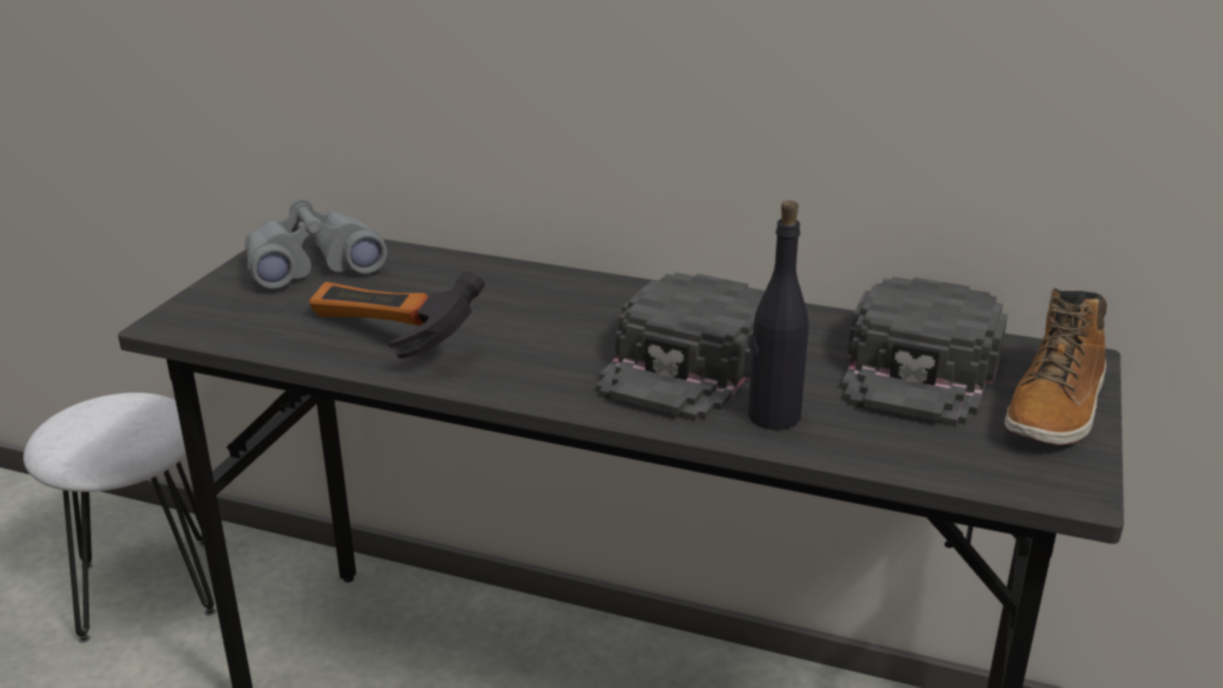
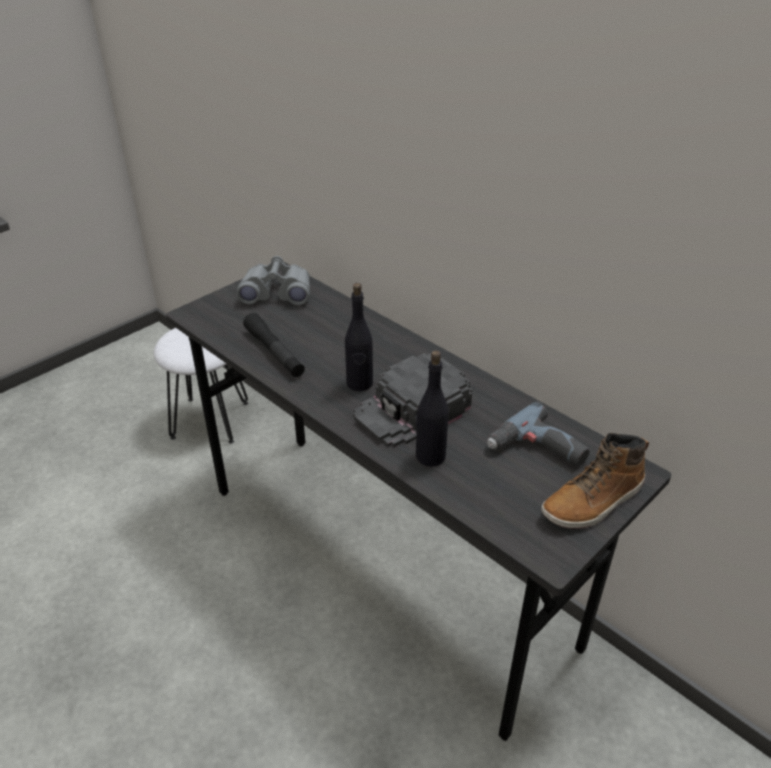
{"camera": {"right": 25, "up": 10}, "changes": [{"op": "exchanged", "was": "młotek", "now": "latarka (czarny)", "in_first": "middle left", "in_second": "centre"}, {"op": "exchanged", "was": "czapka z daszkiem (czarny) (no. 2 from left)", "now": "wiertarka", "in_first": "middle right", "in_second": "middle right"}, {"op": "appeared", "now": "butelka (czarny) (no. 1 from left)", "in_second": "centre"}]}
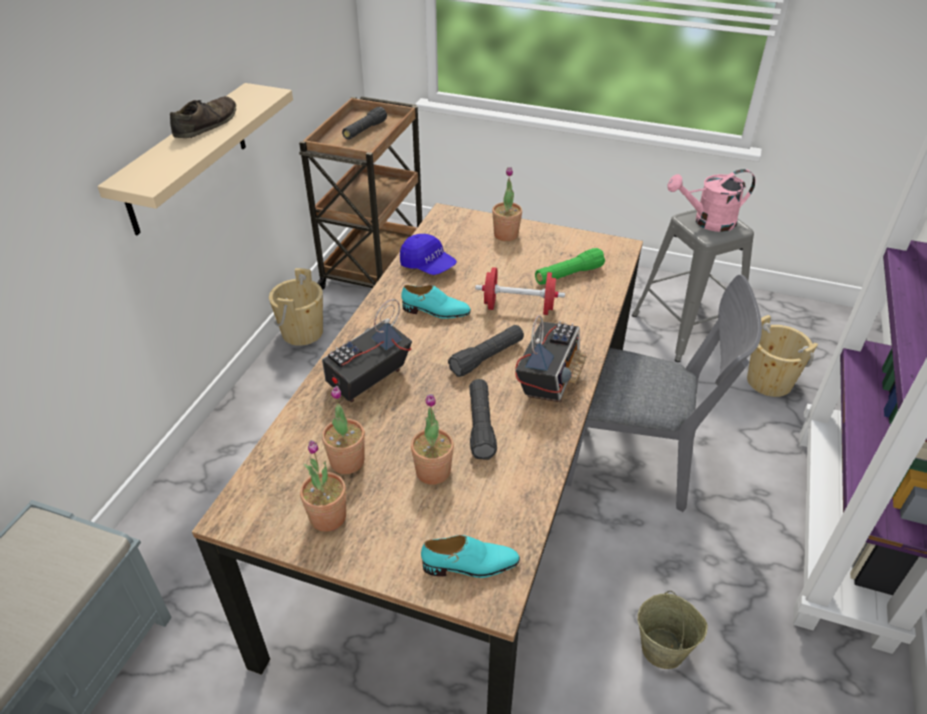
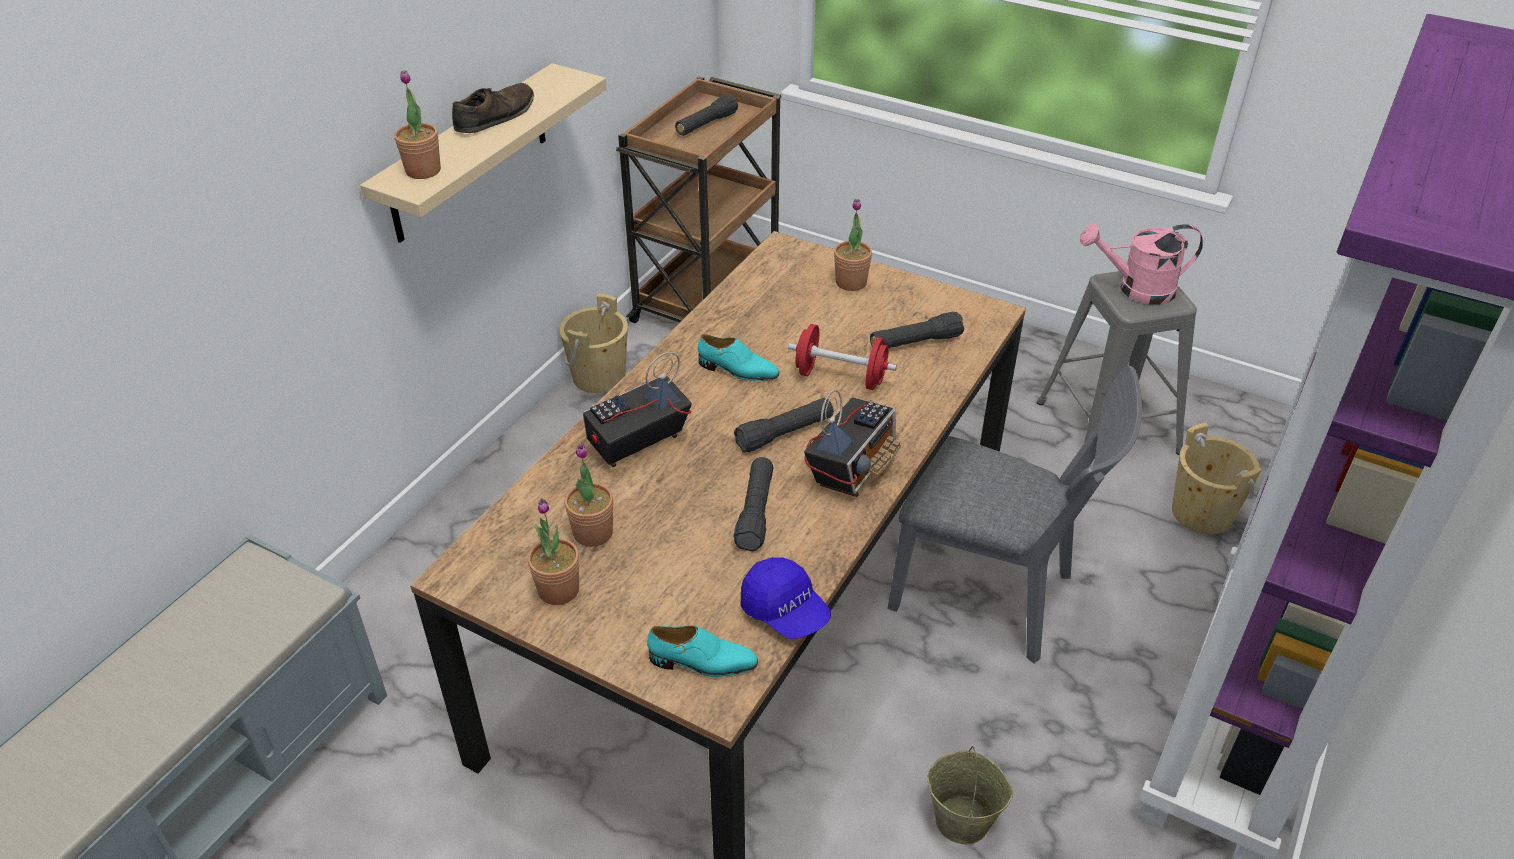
{"camera": {"right": 10, "up": 0}, "changes": [{"op": "relocated", "was": "czapka z daszkiem (niebieski)", "in_first": "centre", "in_second": "bottom centre"}, {"op": "colour", "was": "latarka (zielony)", "now": "latarka (czarny) (no. 4 from left)", "in_first": "centre", "in_second": "centre"}, {"op": "relocated", "was": "roślina doniczkowa (no. 3 from left in the first image)", "now": "roślina doniczkowa (no. 1 from left)", "in_first": "centre", "in_second": "top left"}]}
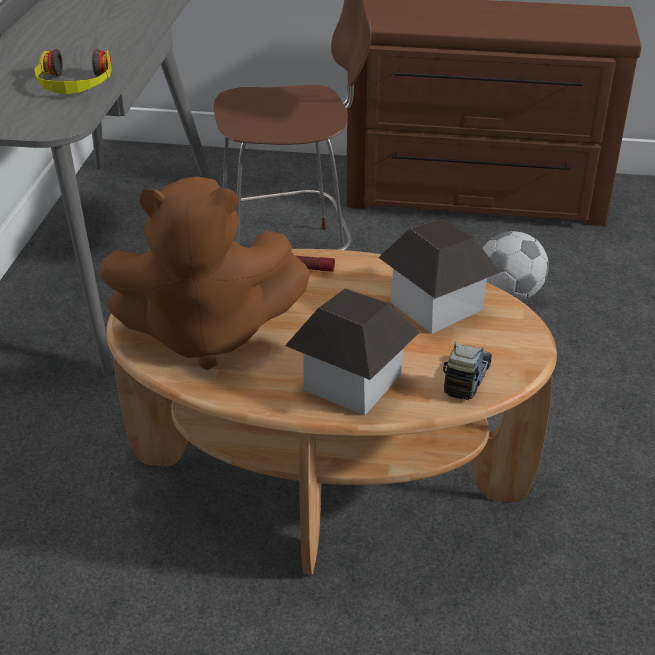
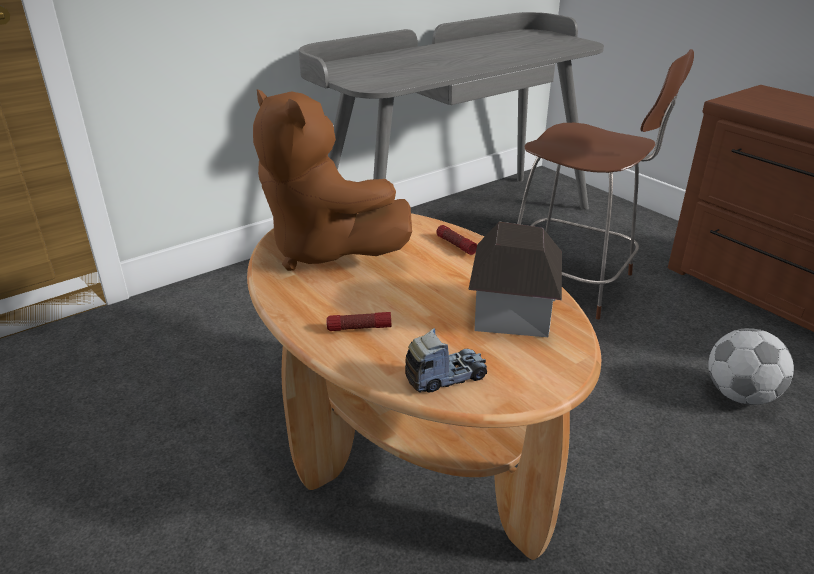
{"camera": {"right": 45, "up": -5}, "changes": [{"op": "missing", "was": "słuchawki", "in_first": "top left"}, {"op": "exchanged", "was": "domek (no. 1 from left)", "now": "latarka (no. 1 from left)", "in_first": "centre", "in_second": "centre"}]}
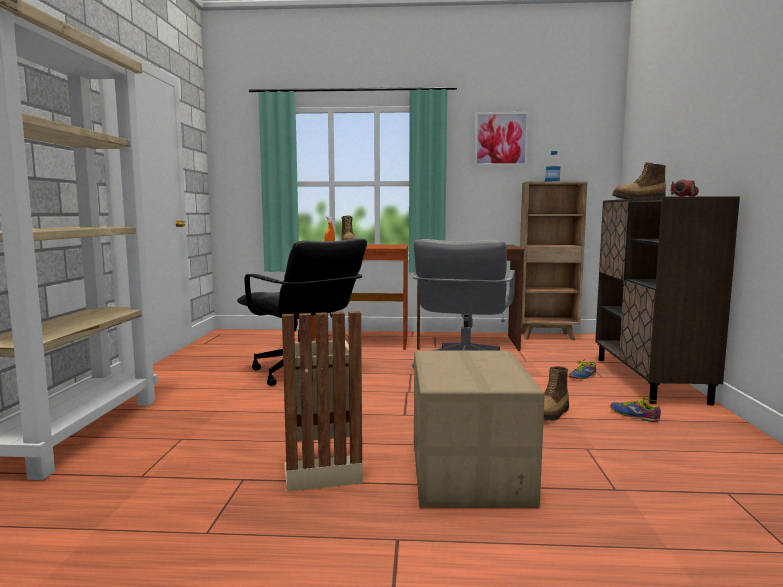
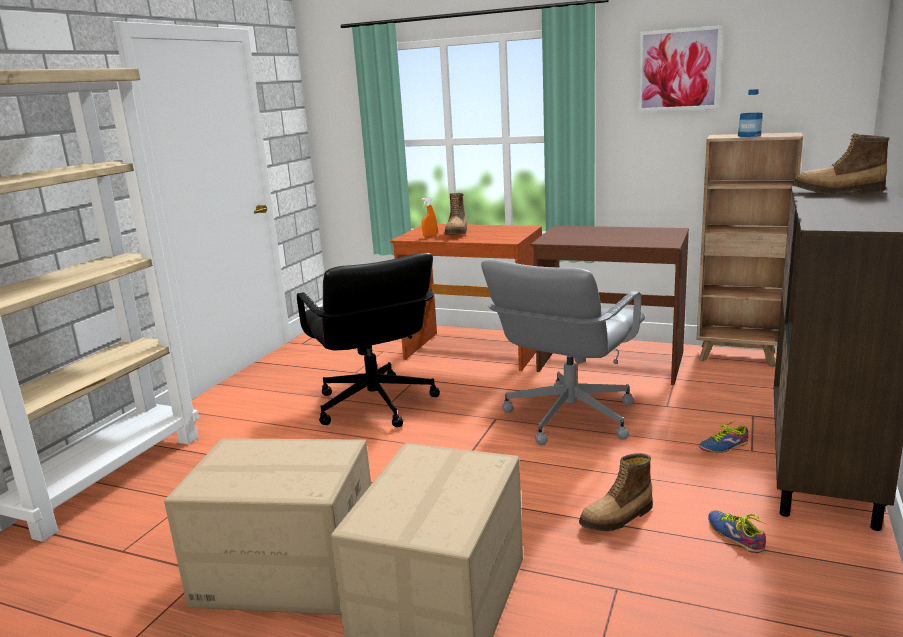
{"camera": {"right": 20, "up": 10}, "changes": [{"op": "missing", "was": "latarka", "in_first": "top right"}, {"op": "exchanged", "was": "kosz na śmieci (beżowy)", "now": "karton (no. 1 from left)", "in_first": "bottom centre", "in_second": "bottom left"}]}
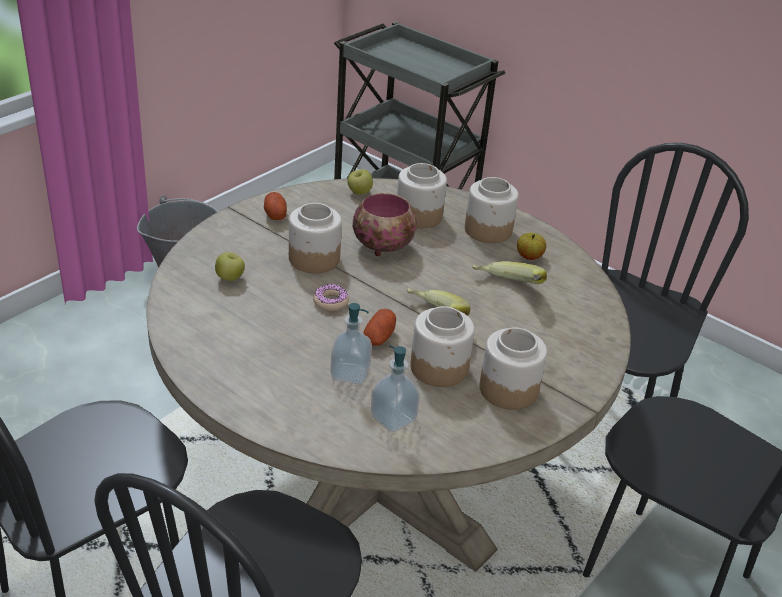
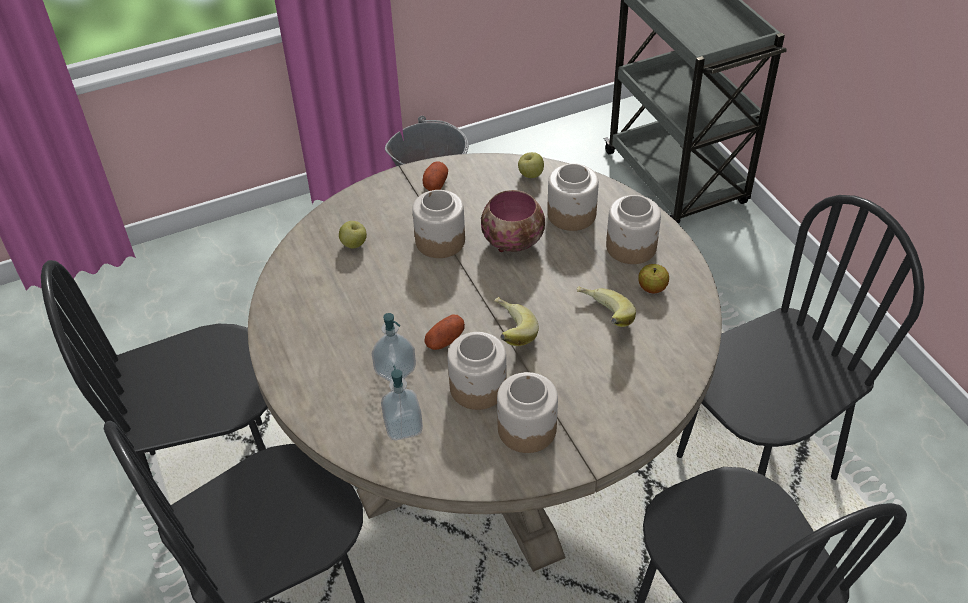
{"camera": {"right": 30, "up": 10}, "changes": [{"op": "missing", "was": "donut", "in_first": "centre"}]}
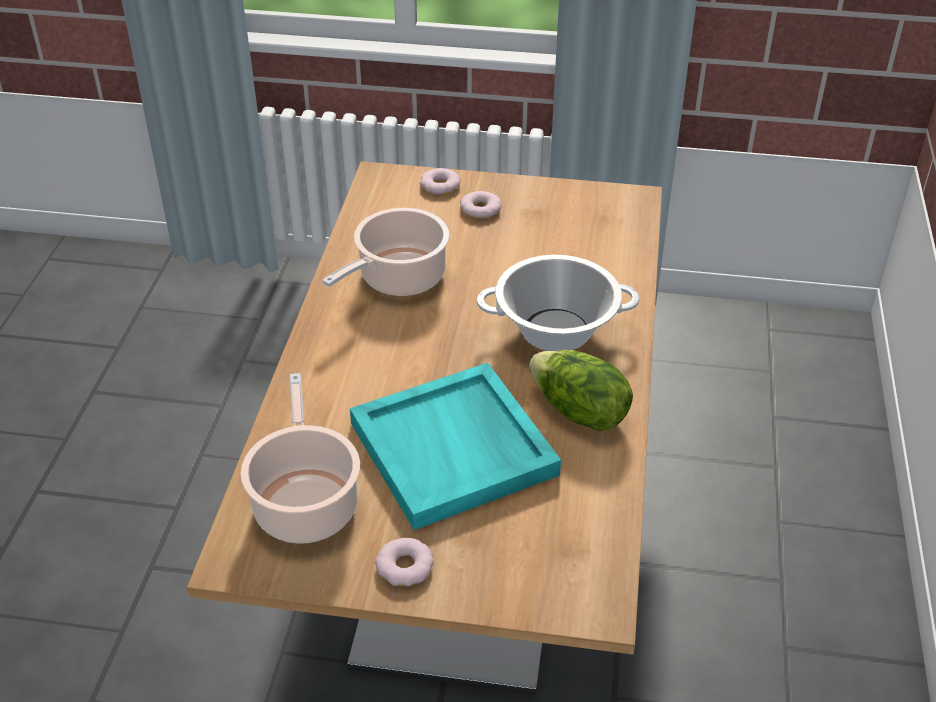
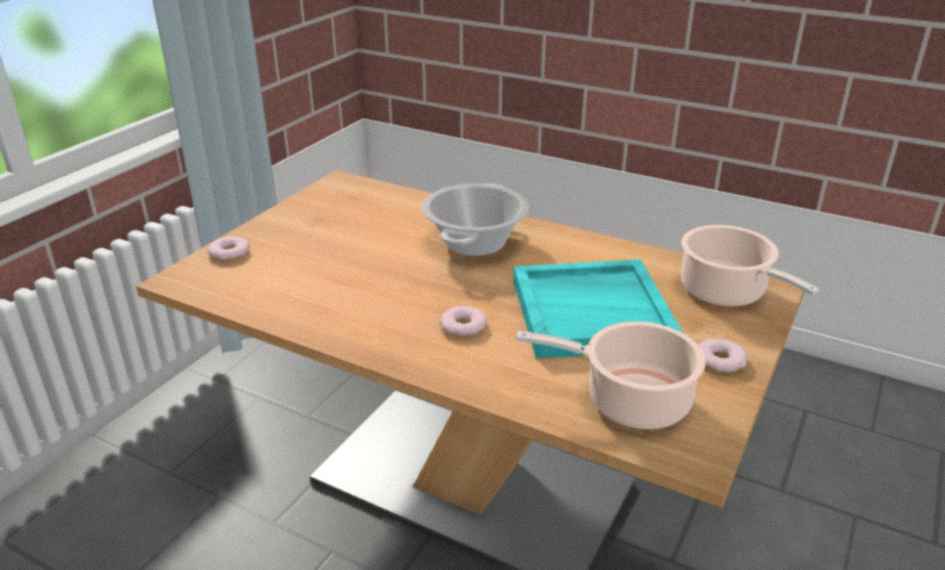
{"camera": {"right": -70, "up": -10}, "changes": [{"op": "relocated", "was": "donut (no. 3 from left in the first image)", "now": "donut (no. 2 from left)", "in_first": "top centre", "in_second": "centre"}, {"op": "relocated", "was": "garnek (no. 2 from left in the first image)", "now": "garnek (no. 3 from left)", "in_first": "centre", "in_second": "middle right"}, {"op": "missing", "was": "sałata", "in_first": "centre"}]}
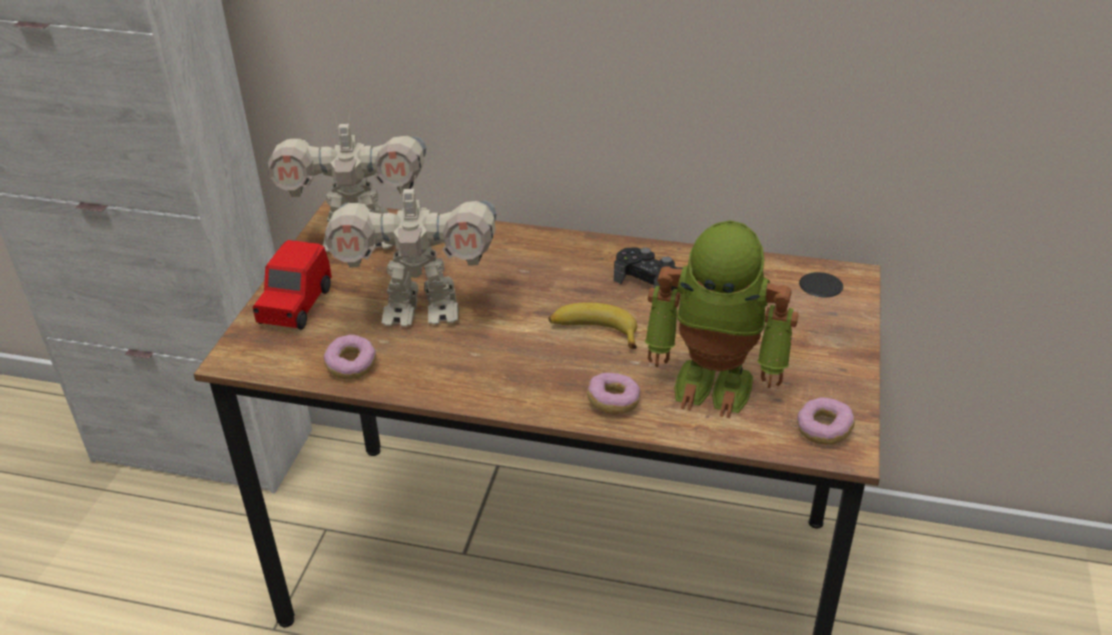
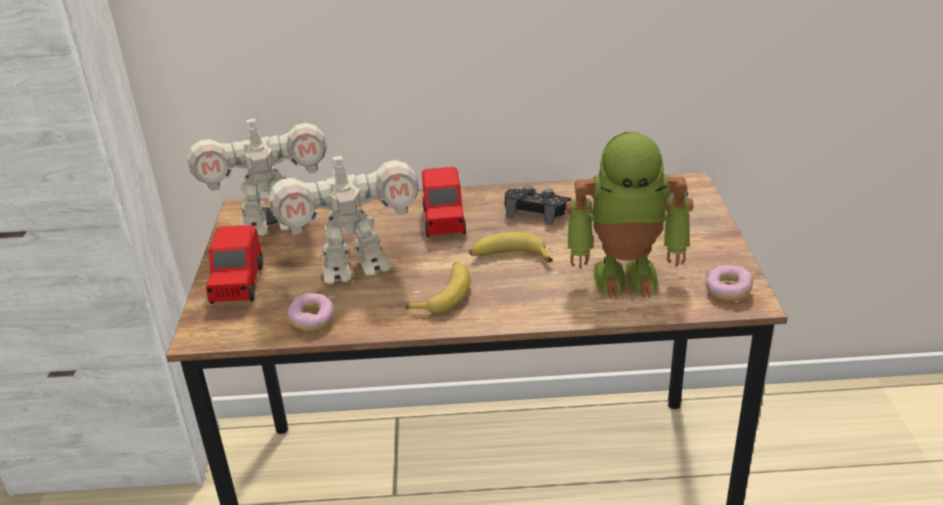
{"camera": {"right": -15, "up": -5}, "changes": [{"op": "missing", "was": "donut (no. 2 from left)", "in_first": "centre"}, {"op": "appeared", "now": "samochodzik (czerwony) (no. 2 from left)", "in_second": "centre"}, {"op": "appeared", "now": "banan (no. 1 from left)", "in_second": "centre"}]}
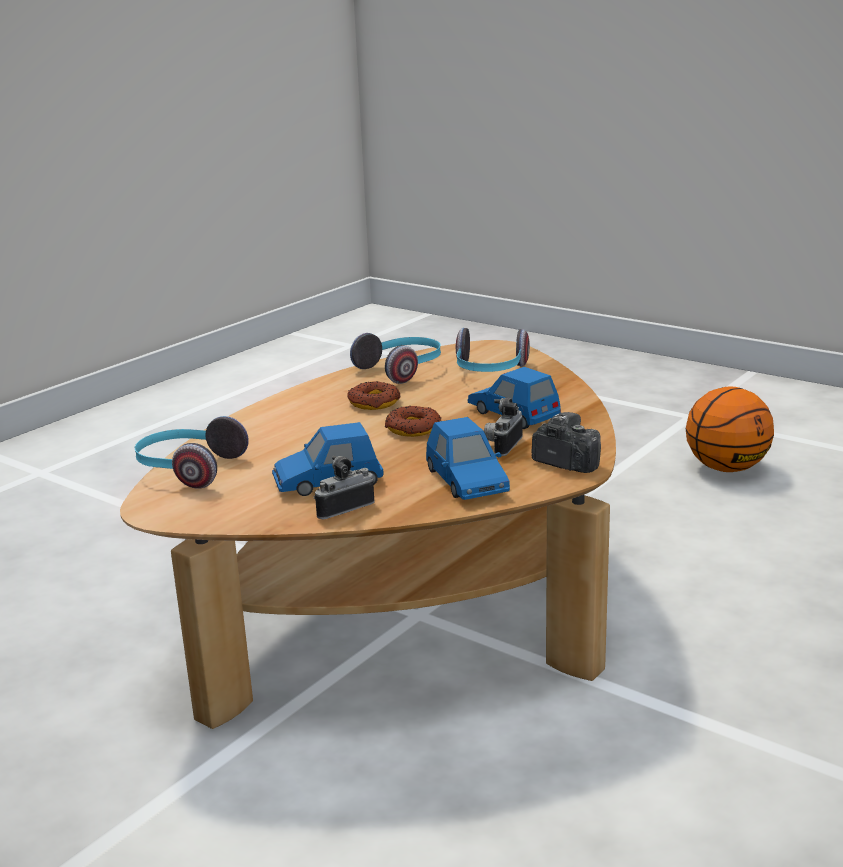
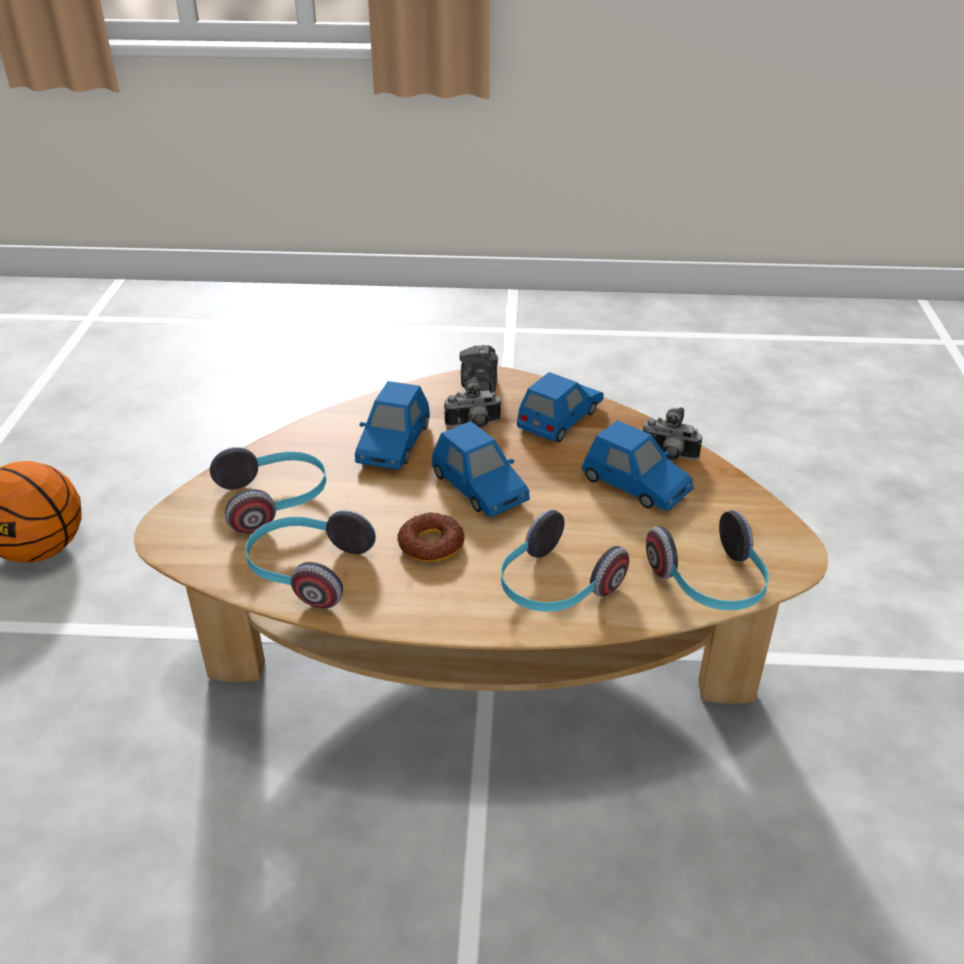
{"camera": {"right": -125, "up": 15}, "changes": [{"op": "exchanged", "was": "donut (no. 2 from left)", "now": "samochodzik (niebieski) (no. 2 from left)", "in_first": "centre", "in_second": "centre"}, {"op": "appeared", "now": "słuchawki (no. 3 from left)", "in_second": "centre"}]}
